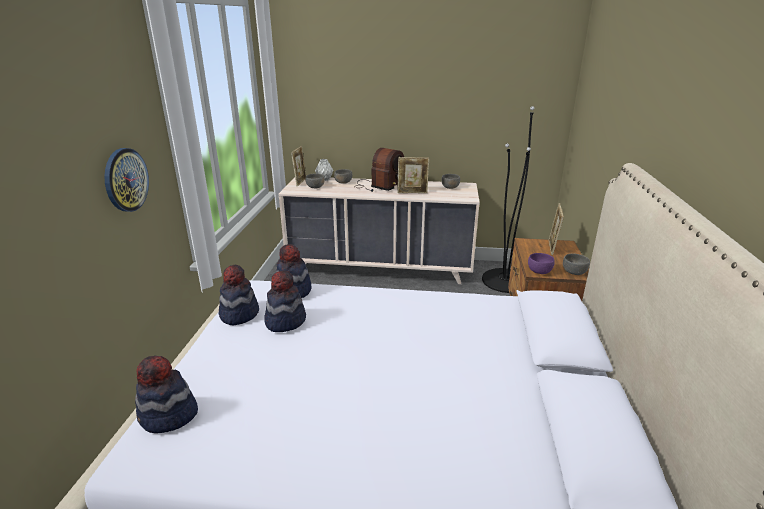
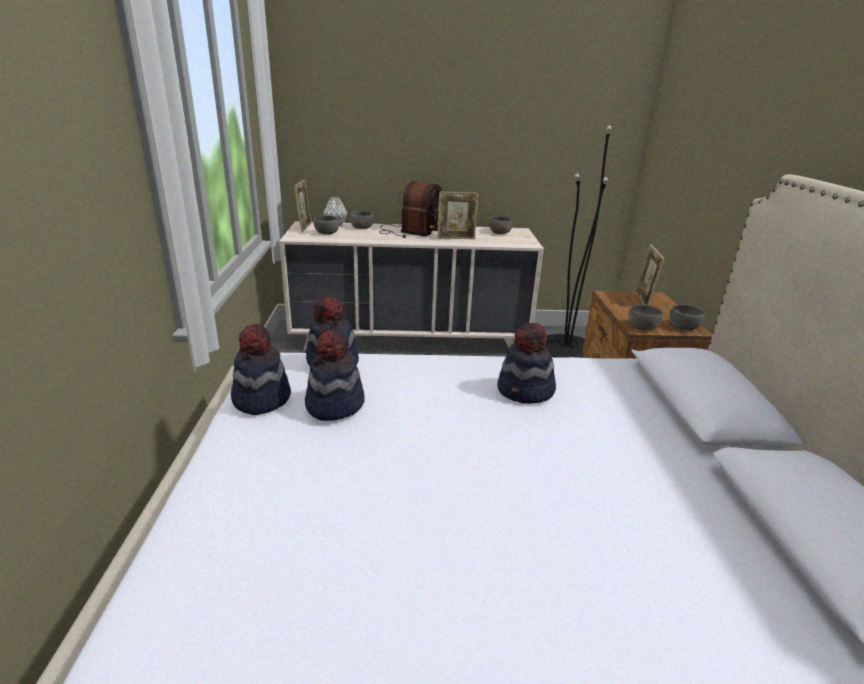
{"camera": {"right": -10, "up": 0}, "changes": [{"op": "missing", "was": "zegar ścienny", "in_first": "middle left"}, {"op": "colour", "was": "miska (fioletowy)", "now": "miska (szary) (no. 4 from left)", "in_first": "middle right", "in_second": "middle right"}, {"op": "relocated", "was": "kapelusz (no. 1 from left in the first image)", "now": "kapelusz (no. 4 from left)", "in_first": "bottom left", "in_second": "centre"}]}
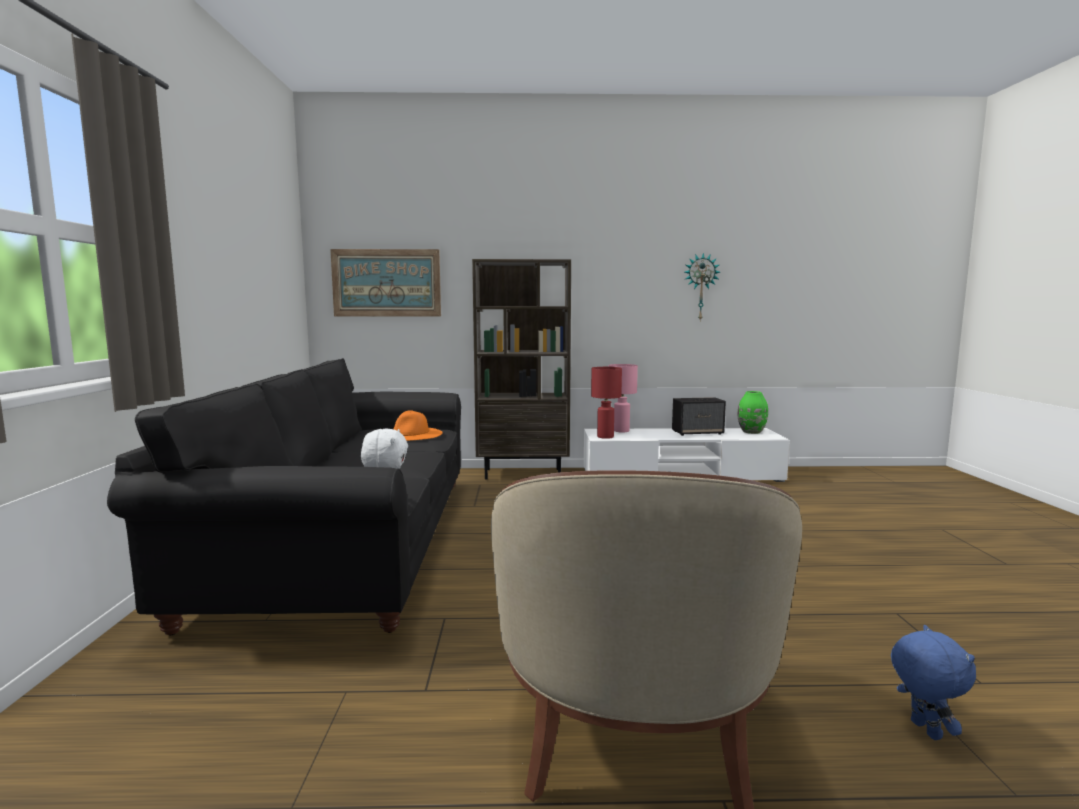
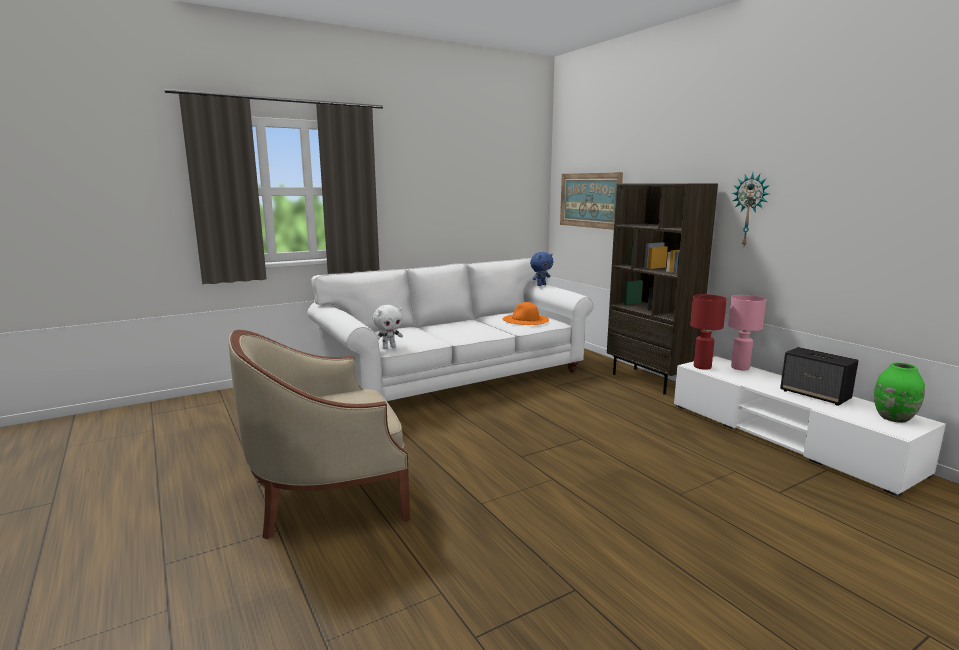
{"camera": {"right": 60, "up": 5}, "changes": [{"op": "relocated", "was": "zegar ścienny", "in_first": "centre", "in_second": "top right"}, {"op": "colour", "was": "kanapa (czarny)", "now": "kanapa (biały)", "in_first": "middle left", "in_second": "centre"}, {"op": "relocated", "was": "pluszak (niebieski)", "in_first": "bottom right", "in_second": "centre"}]}
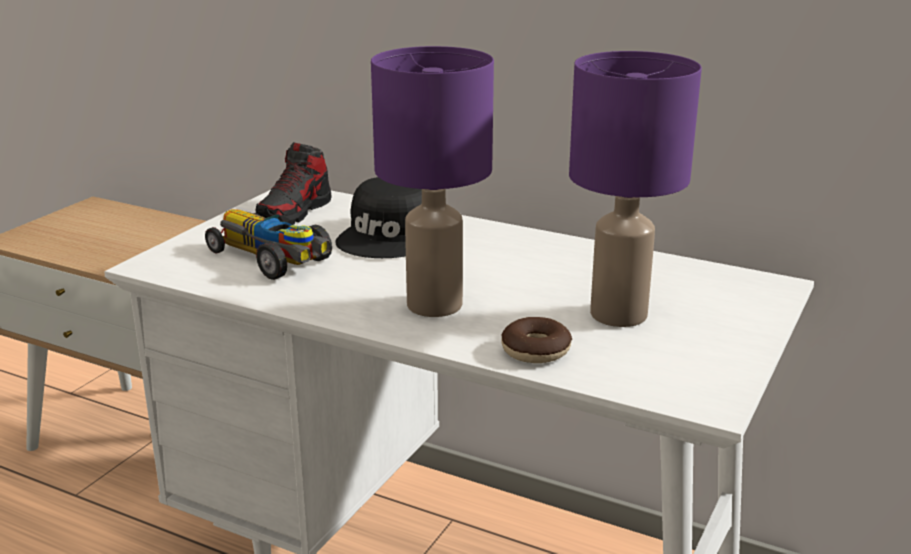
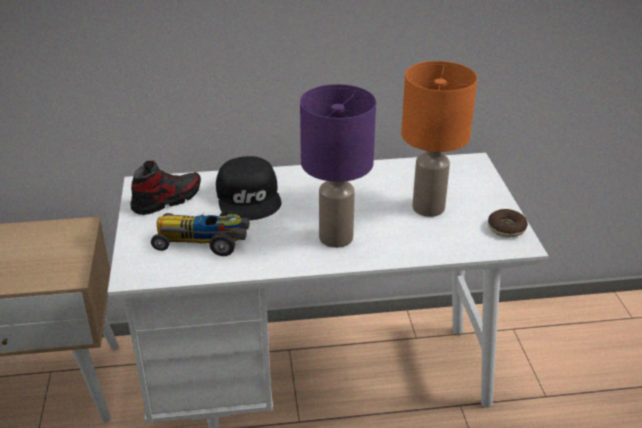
{"camera": {"right": -35, "up": 10}, "changes": [{"op": "colour", "was": "lampa stołowa (fioletowy) (no. 2 from left)", "now": "lampa stołowa (pomarańczowy)", "in_first": "middle right", "in_second": "top right"}, {"op": "spun", "was": "but", "in_first": "top left", "in_second": "middle left", "clockwise": -120}, {"op": "relocated", "was": "donut", "in_first": "centre", "in_second": "middle right"}]}
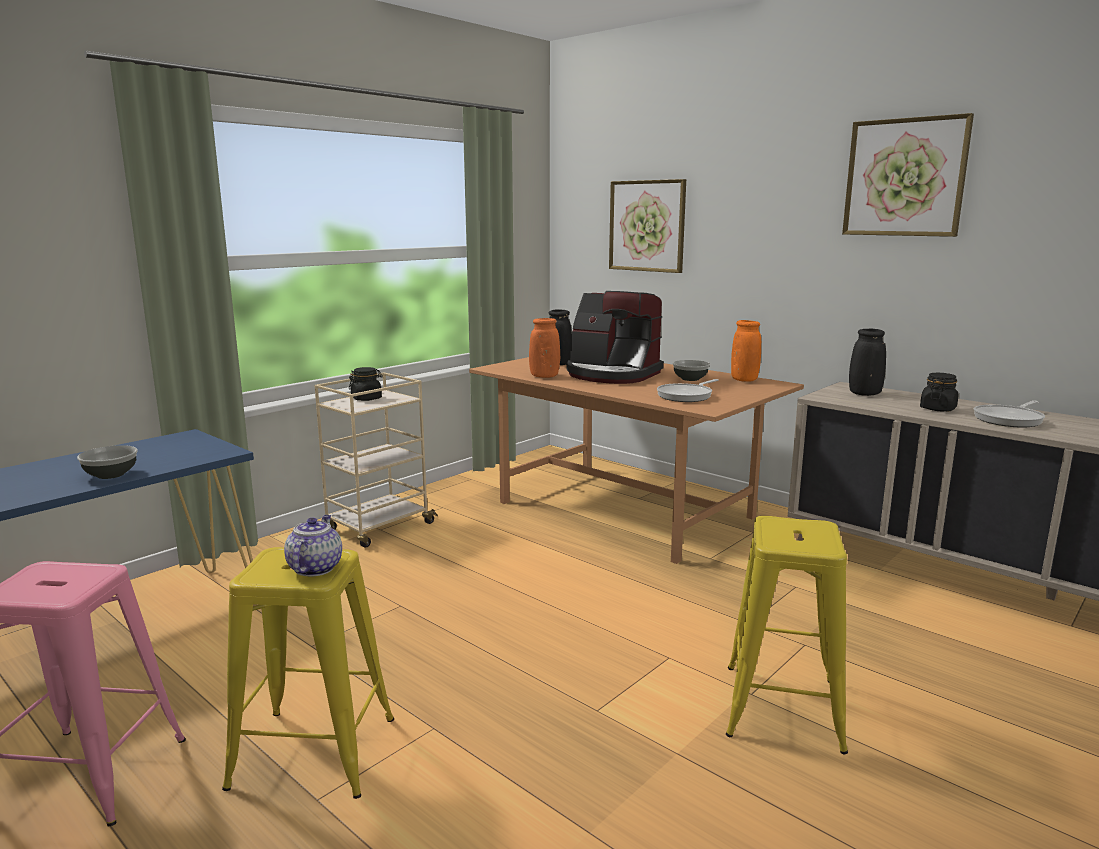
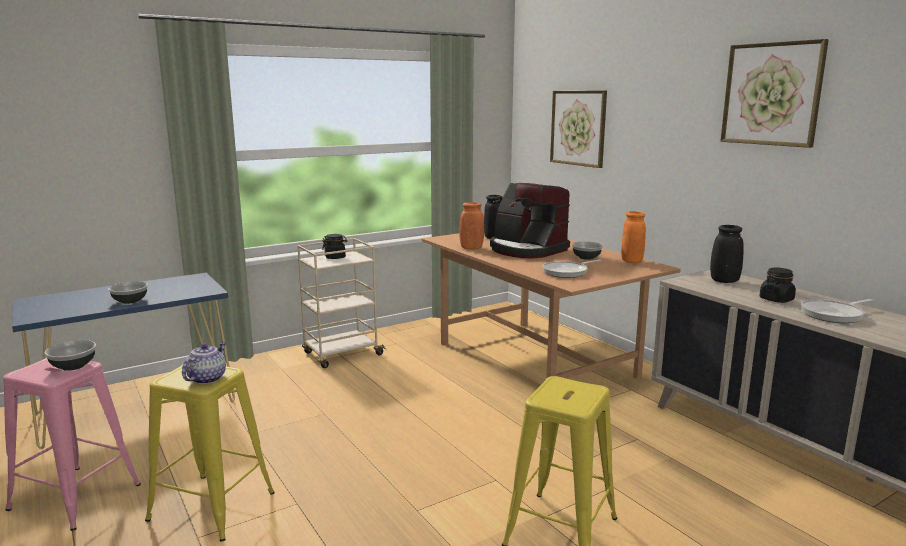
{"camera": {"right": 15, "up": 0}, "changes": [{"op": "appeared", "now": "miska (no. 1 from left)", "in_second": "middle left"}]}
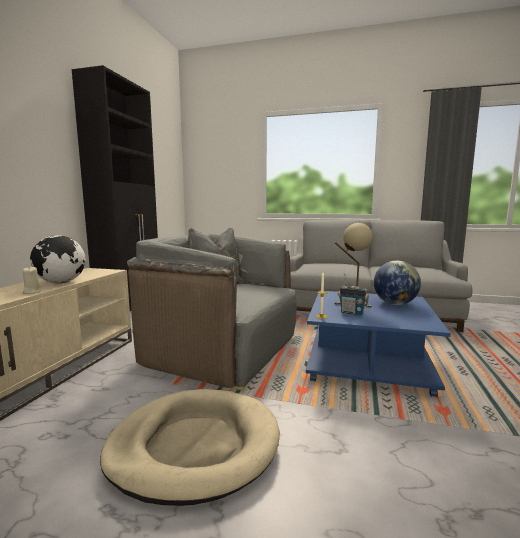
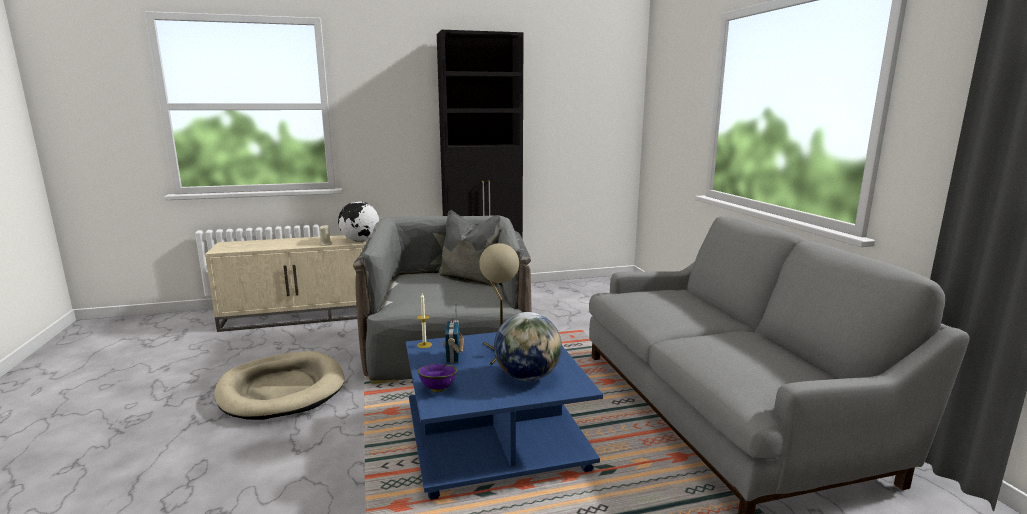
{"camera": {"right": 60, "up": 5}, "changes": [{"op": "appeared", "now": "miska (fioletowy)", "in_second": "bottom centre"}]}
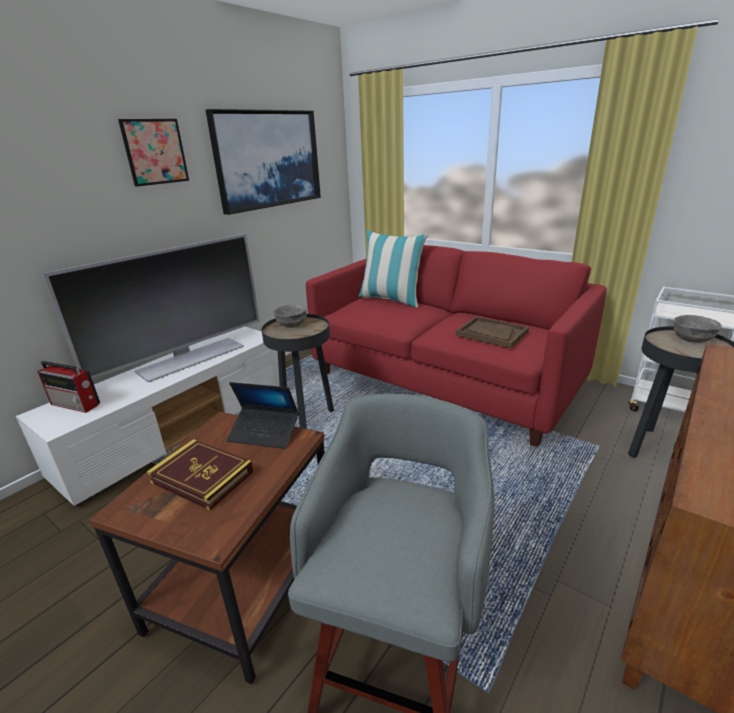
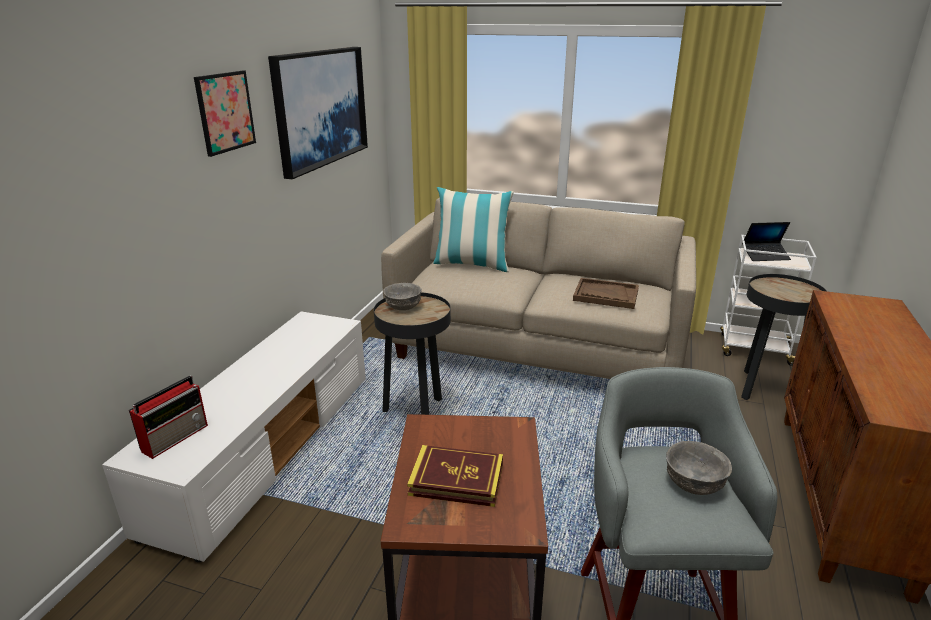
{"camera": {"right": -20, "up": 0}, "changes": [{"op": "missing", "was": "telewizor", "in_first": "middle left"}, {"op": "colour", "was": "kanapa (czerwony)", "now": "kanapa (beżowy)", "in_first": "centre", "in_second": "centre"}, {"op": "relocated", "was": "miska (szary) (no. 2 from left)", "in_first": "middle right", "in_second": "bottom right"}, {"op": "spun", "was": "radio", "in_first": "middle left", "in_second": "bottom left", "clockwise": -60}, {"op": "relocated", "was": "laptop", "in_first": "centre", "in_second": "middle right"}]}
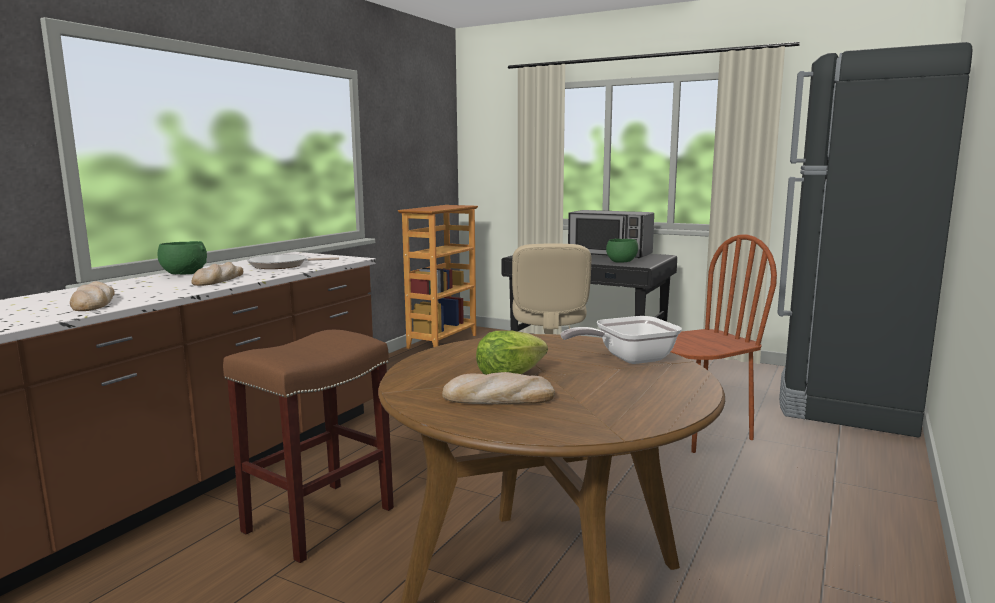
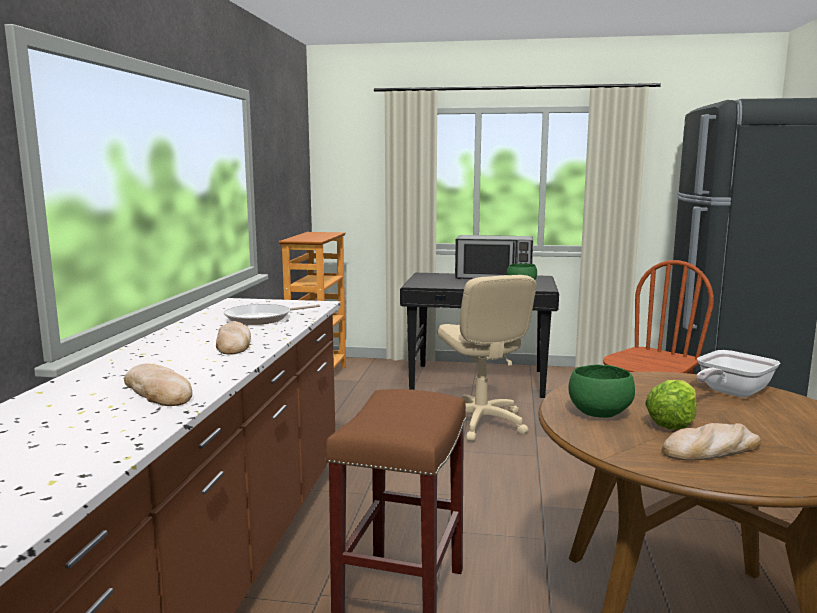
{"camera": {"right": -20, "up": 0}, "changes": [{"op": "relocated", "was": "miska (zielony) (no. 1 from left in the first image)", "now": "miska (zielony) (no. 2 from left)", "in_first": "middle left", "in_second": "middle right"}]}
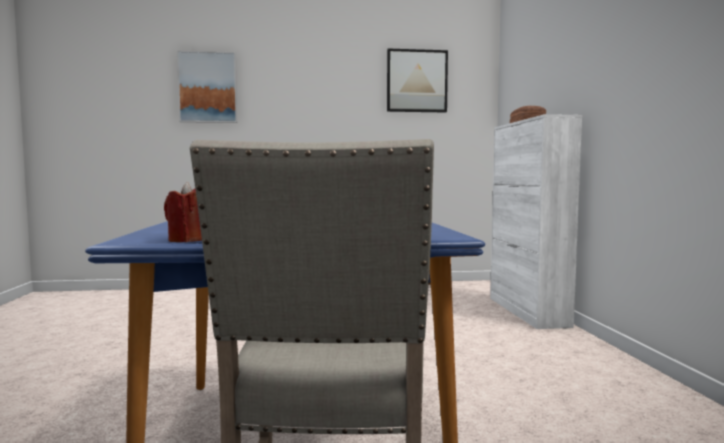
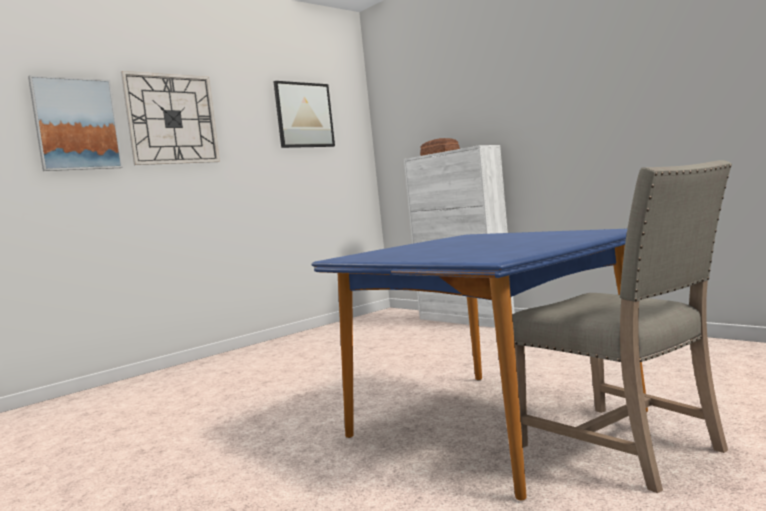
{"camera": {"right": -35, "up": 0}, "changes": [{"op": "missing", "was": "świeca (czerwony)", "in_first": "middle left"}, {"op": "appeared", "now": "zegar ścienny", "in_second": "top left"}]}
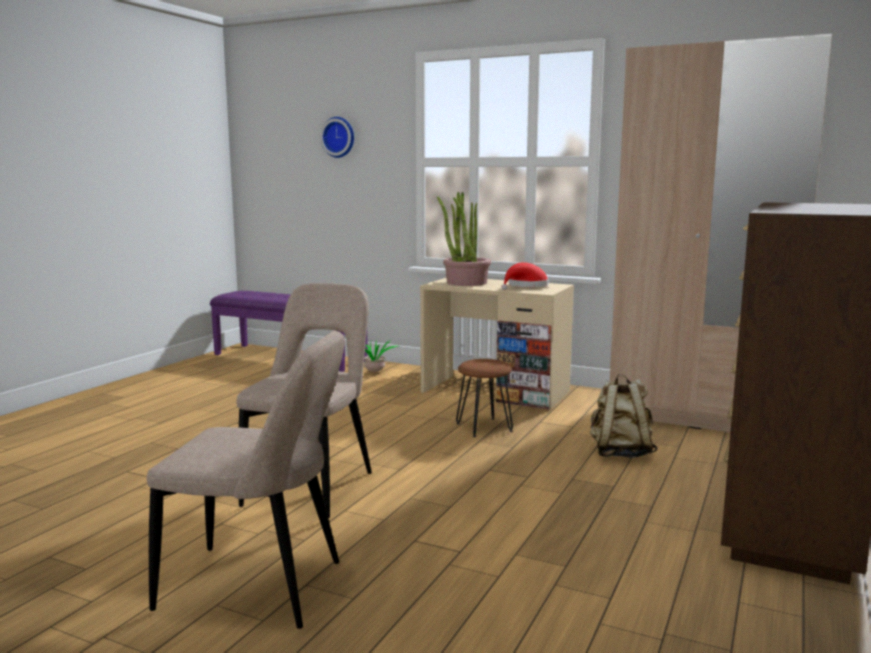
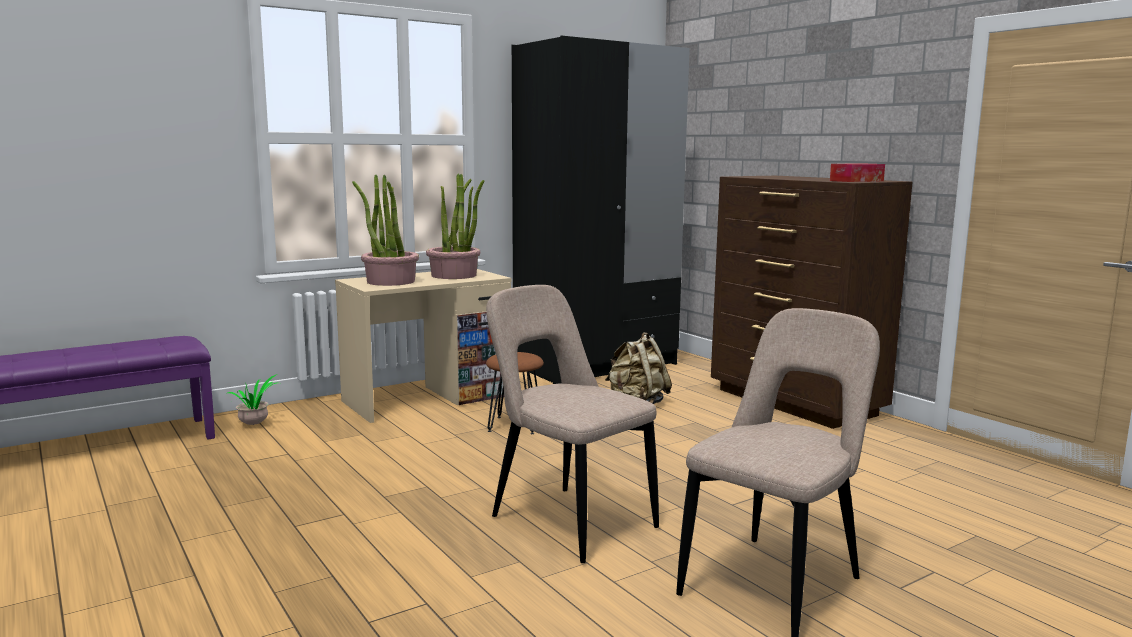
{"camera": {"right": -60, "up": 0}, "changes": [{"op": "colour", "was": "szafa (beżowy)", "now": "szafa (czarny)", "in_first": "middle right", "in_second": "top centre"}, {"op": "missing", "was": "zegar ścienny", "in_first": "top centre"}, {"op": "exchanged", "was": "kapelusz (czerwony)", "now": "roślina doniczkowa (no. 3 from left)", "in_first": "centre", "in_second": "centre"}, {"op": "appeared", "now": "pudełko chusteczek", "in_second": "top right"}]}
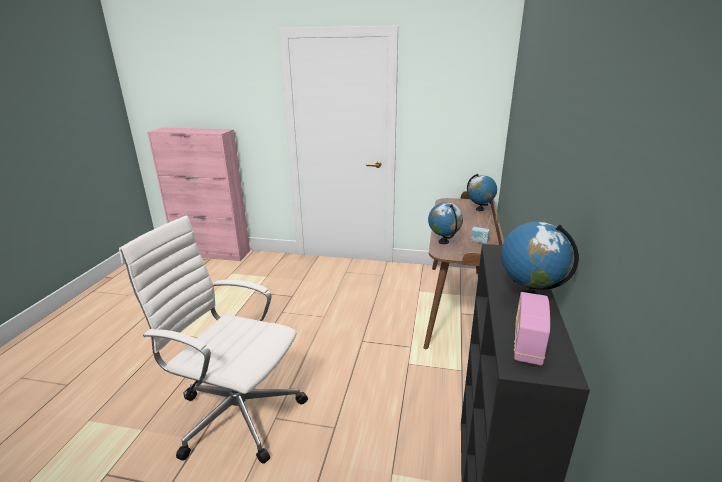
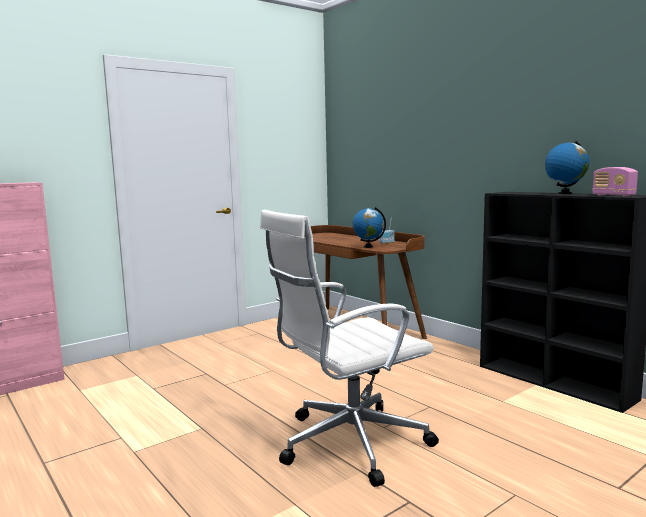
{"camera": {"right": -50, "up": -15}, "changes": [{"op": "missing", "was": "globus (no. 2 from left)", "in_first": "middle right"}]}
